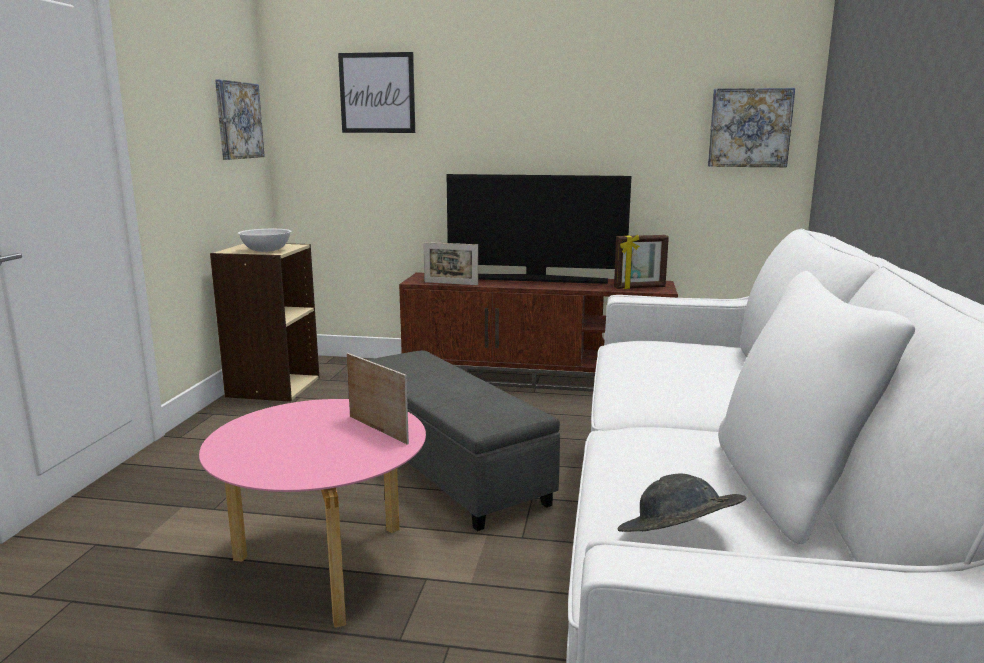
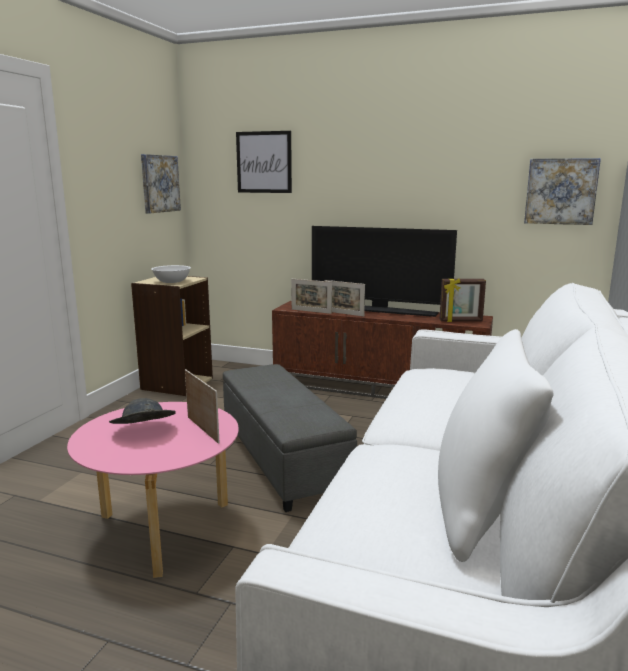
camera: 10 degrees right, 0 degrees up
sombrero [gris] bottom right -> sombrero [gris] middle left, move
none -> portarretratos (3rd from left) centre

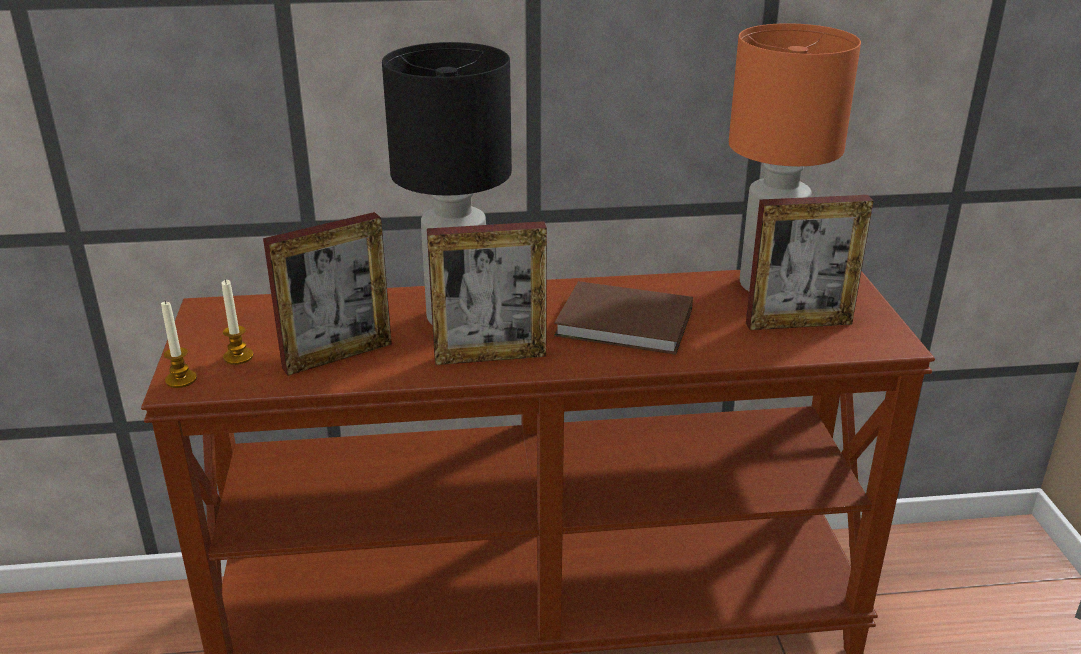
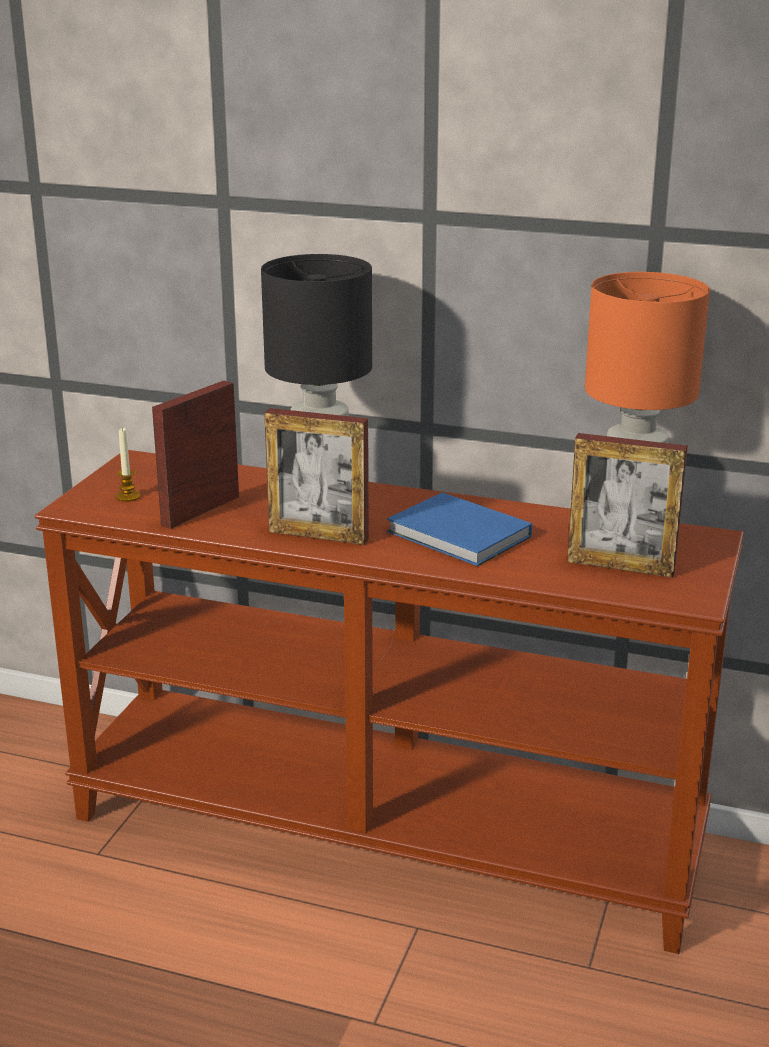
camera: 25 degrees right, 5 degrees down
portarretratos (1st from left) middle left, 135 degrees clockwise
libro [marrón] centre -> libro [azul] centre
vela (1st from left) middle left -> none

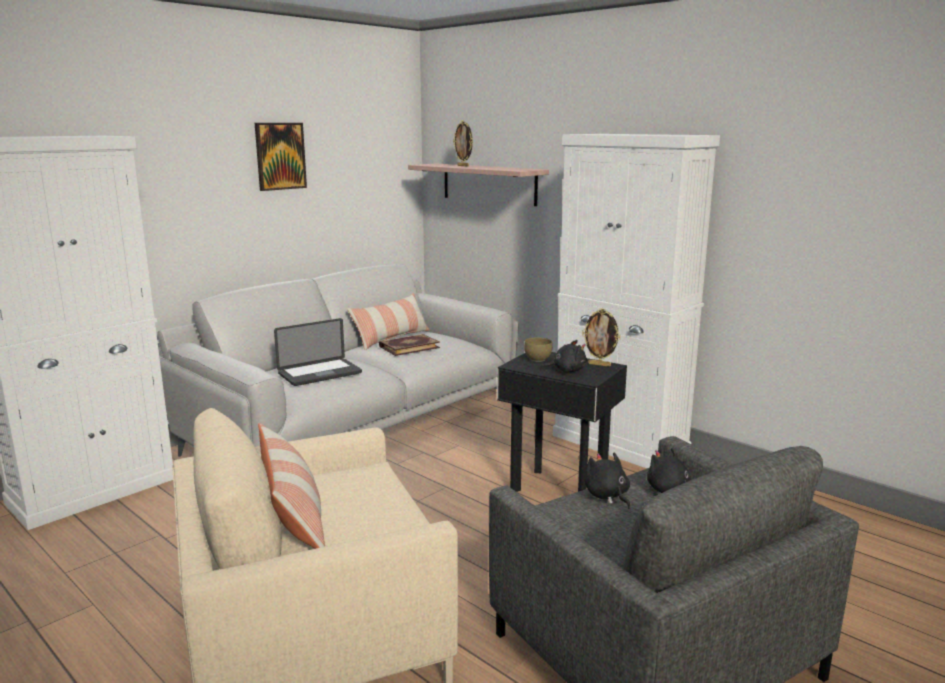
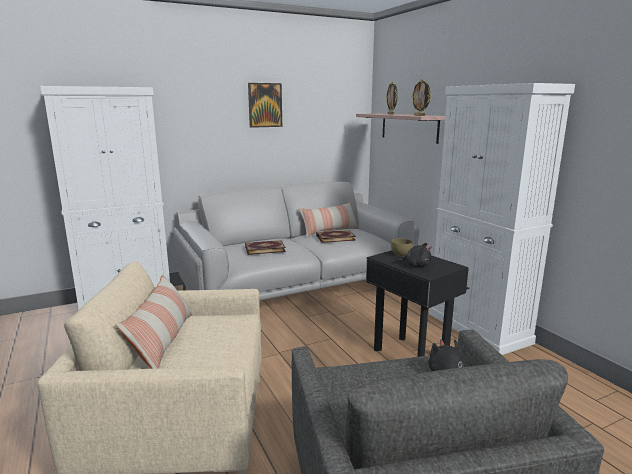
camera: 20 degrees right, 0 degrees up
portarretratos (2nd from left) centre -> portarretratos (2nd from left) top centre, move
portátil centre -> libro (1st from left) centre
peluche [negro] (2nd from left) bottom centre -> none

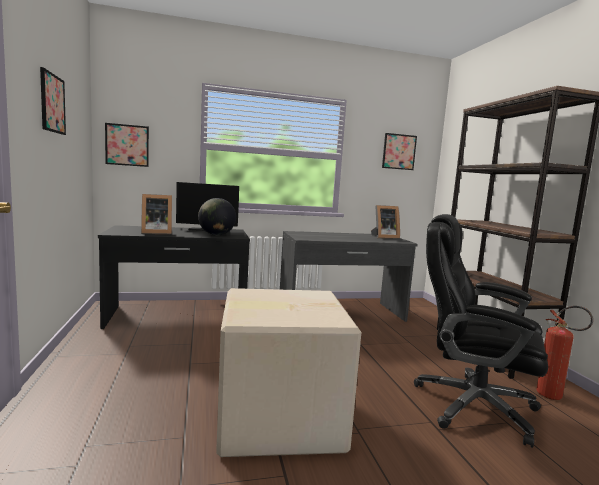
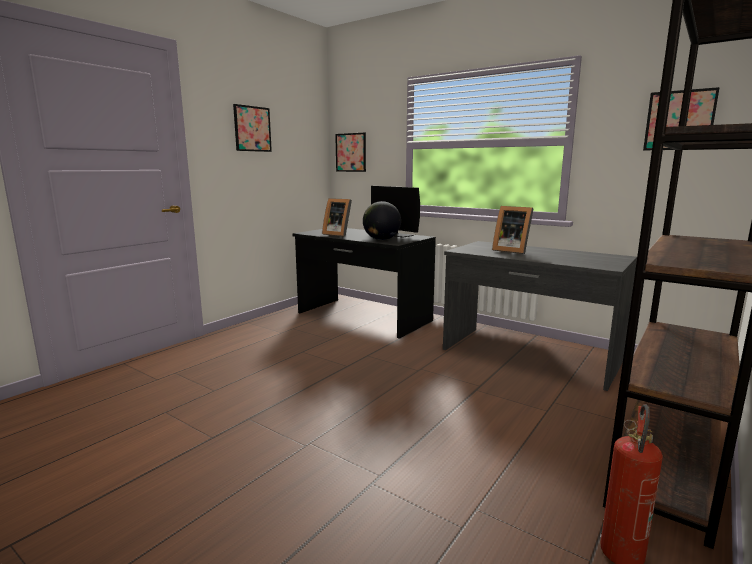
camera: 50 degrees right, 5 degrees up
portarretratos (2nd from left) centre -> portarretratos (2nd from left) middle right, move
silla de oficina [negro] bottom right -> none
caja de cartón bottom centre -> none

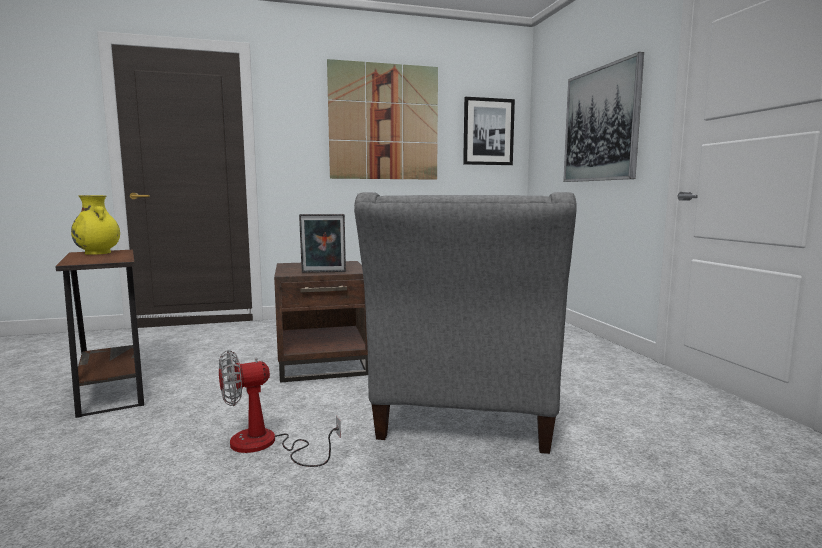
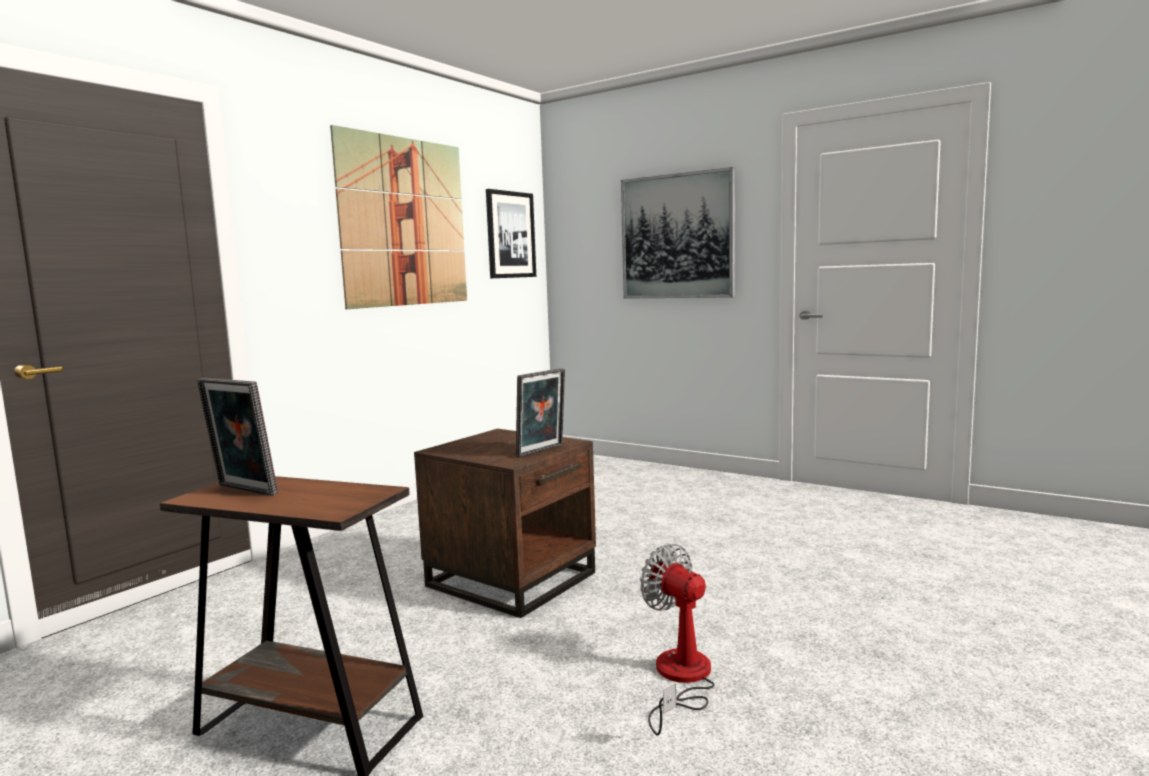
camera: 40 degrees left, 0 degrees up
sillón [gris] centre -> none
florero [amarillo] middle left -> portarretratos (1st from left) middle left
ventilador bottom centre, 120 degrees clockwise

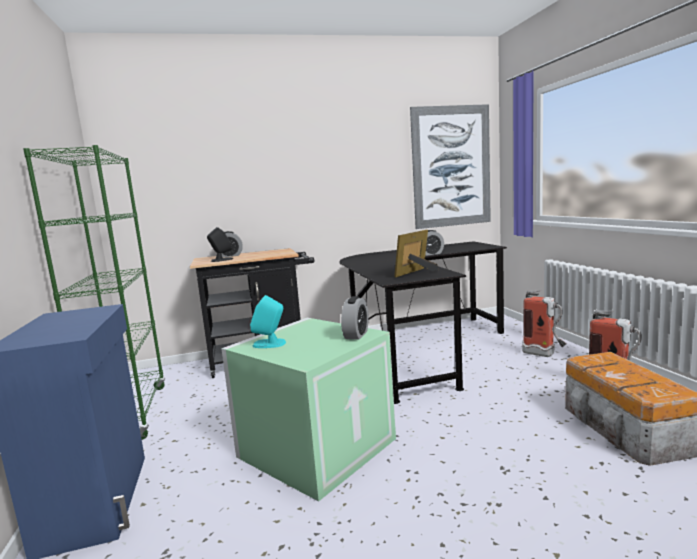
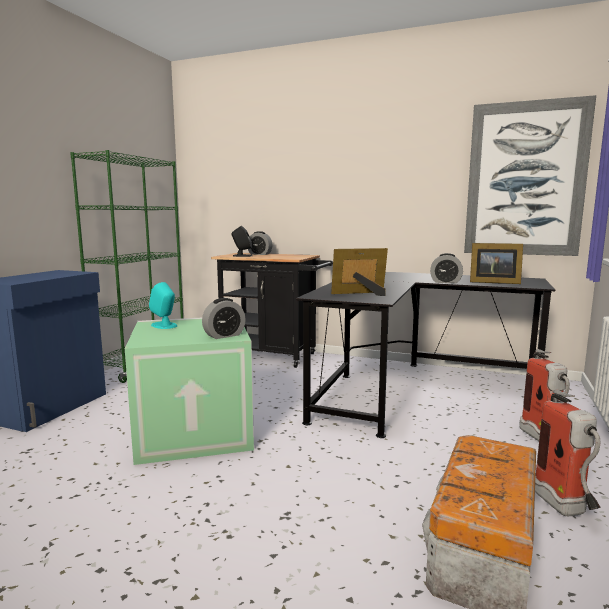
camera: 35 degrees right, 0 degrees up
none -> portarretratos (2nd from left) middle right

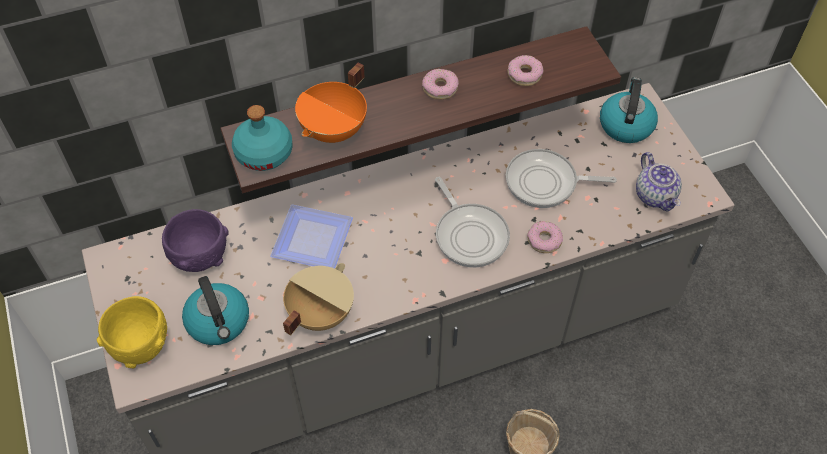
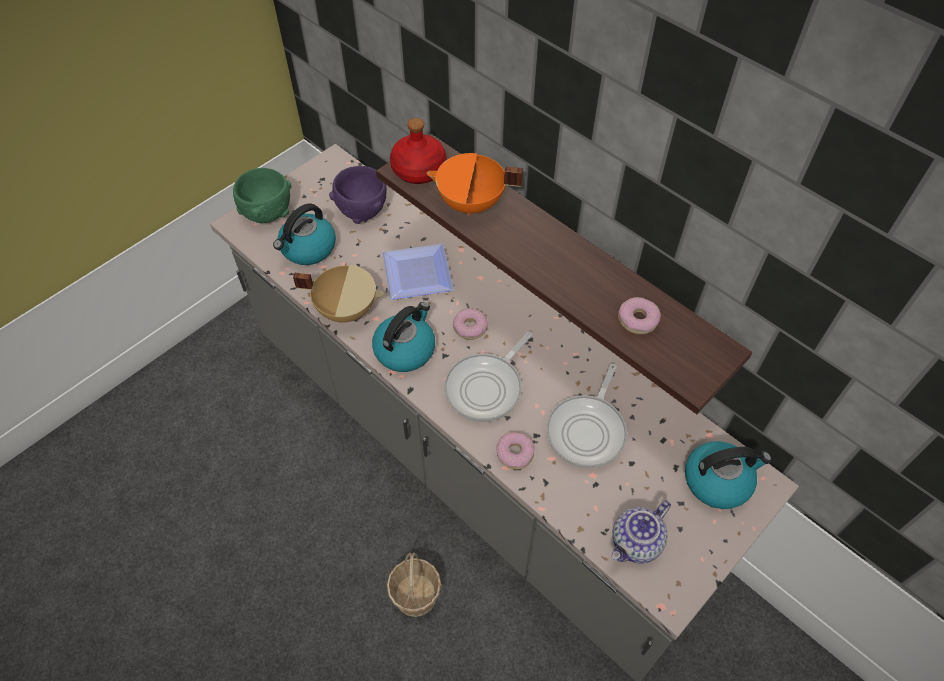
camera: 65 degrees right, 0 degrees up
rosquilla (1st from left) top centre -> rosquilla (1st from left) centre, move
botella [turquesa] top left -> botella [rojo] top centre
sartén (2nd from left) middle right -> sartén (2nd from left) centre, 135 degrees counterclockwise
cuenco [amarillo] bottom left -> cuenco [verde] top left
none -> hervidor (2nd from left) centre

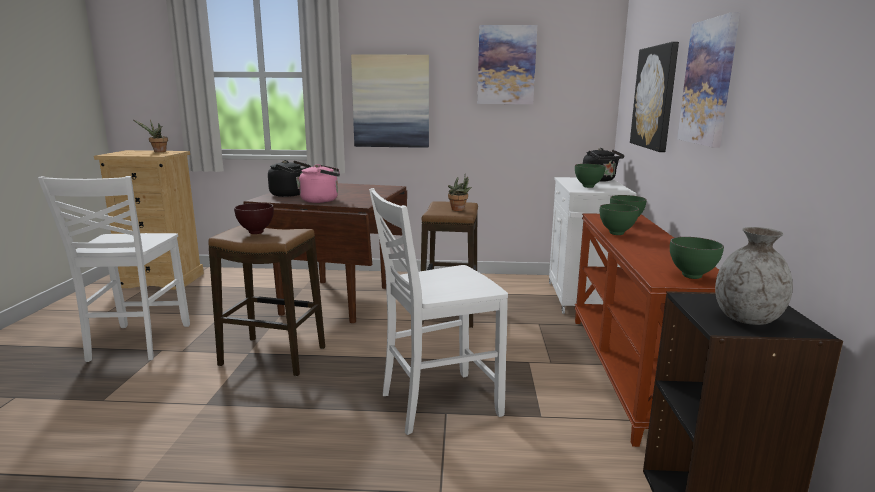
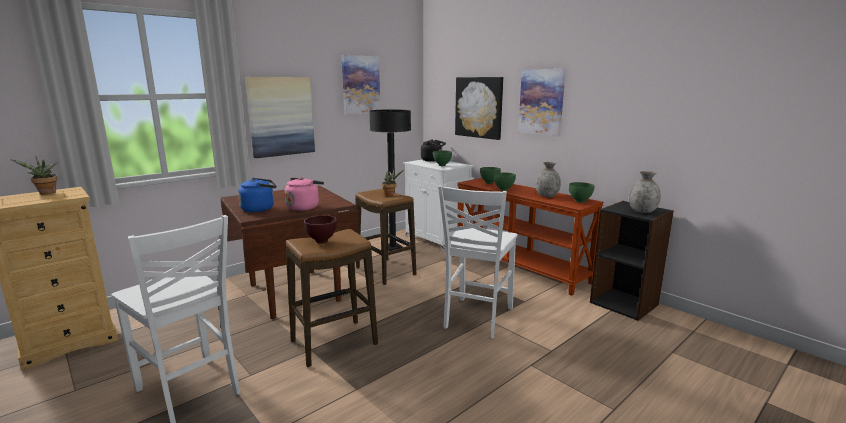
camera: 45 degrees left, 0 degrees up
hervidor [negro] (1st from left) middle left -> hervidor [azul] middle left
none -> lámpara de pie [negro] centre
none -> florero [gris] (1st from left) centre

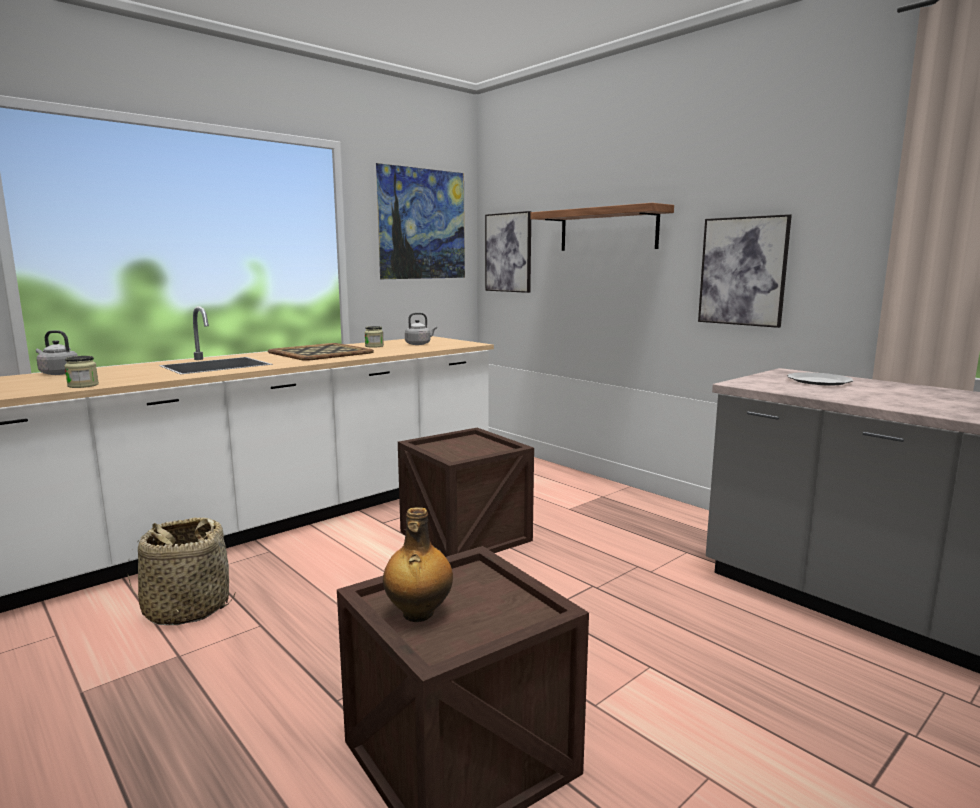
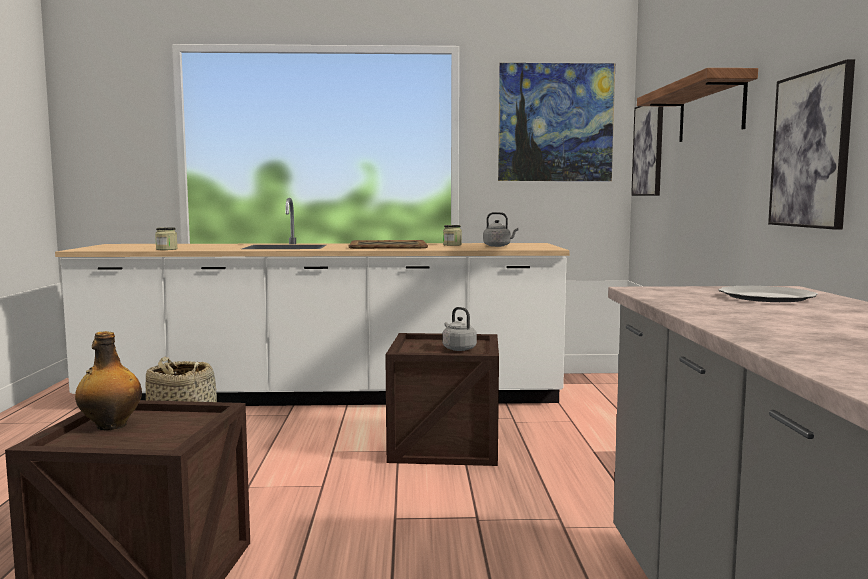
camera: 40 degrees right, 5 degrees down
hervidor [gris] (1st from left) middle left -> hervidor [gris] (1st from left) centre, move

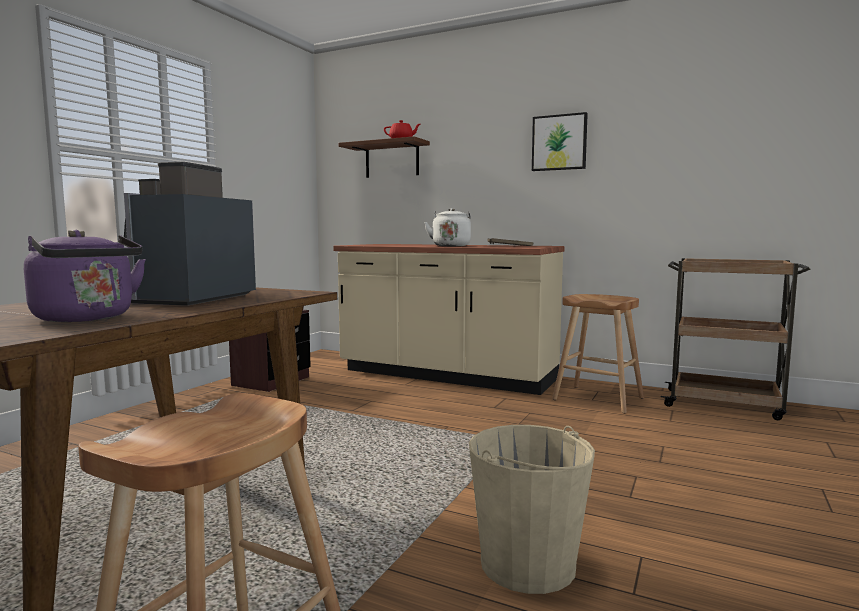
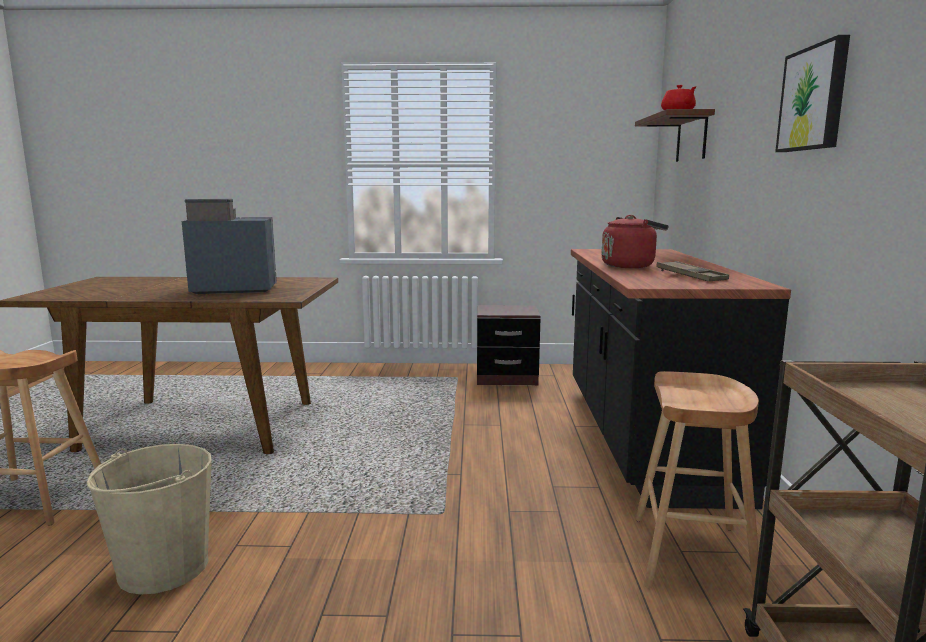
camera: 65 degrees right, 5 degrees up
hervidor [blanco] centre -> hervidor [rojo] middle right
hervidor [morado] middle left -> none
mueble bajo de cocina [beis] centre -> mueble bajo de cocina [negro] middle right

